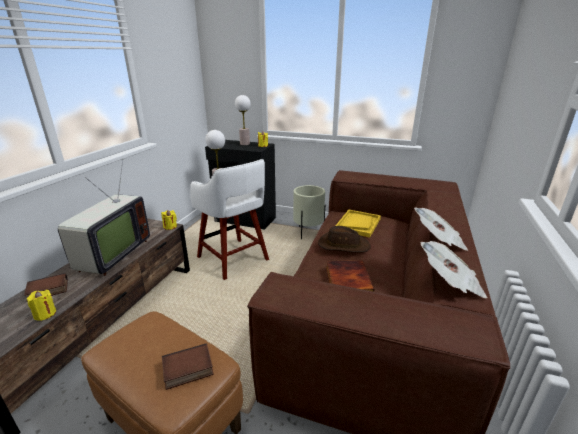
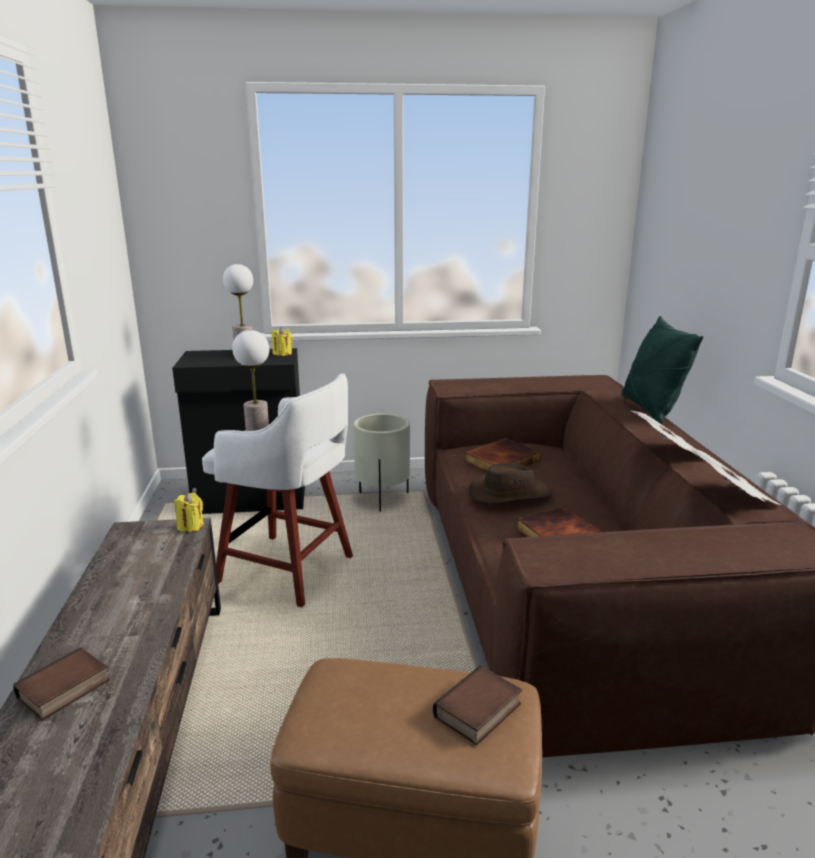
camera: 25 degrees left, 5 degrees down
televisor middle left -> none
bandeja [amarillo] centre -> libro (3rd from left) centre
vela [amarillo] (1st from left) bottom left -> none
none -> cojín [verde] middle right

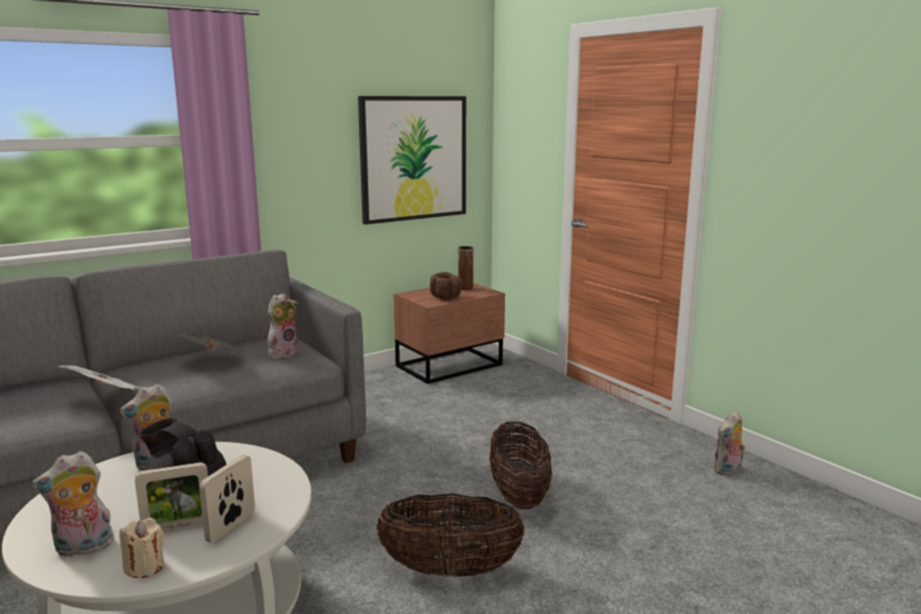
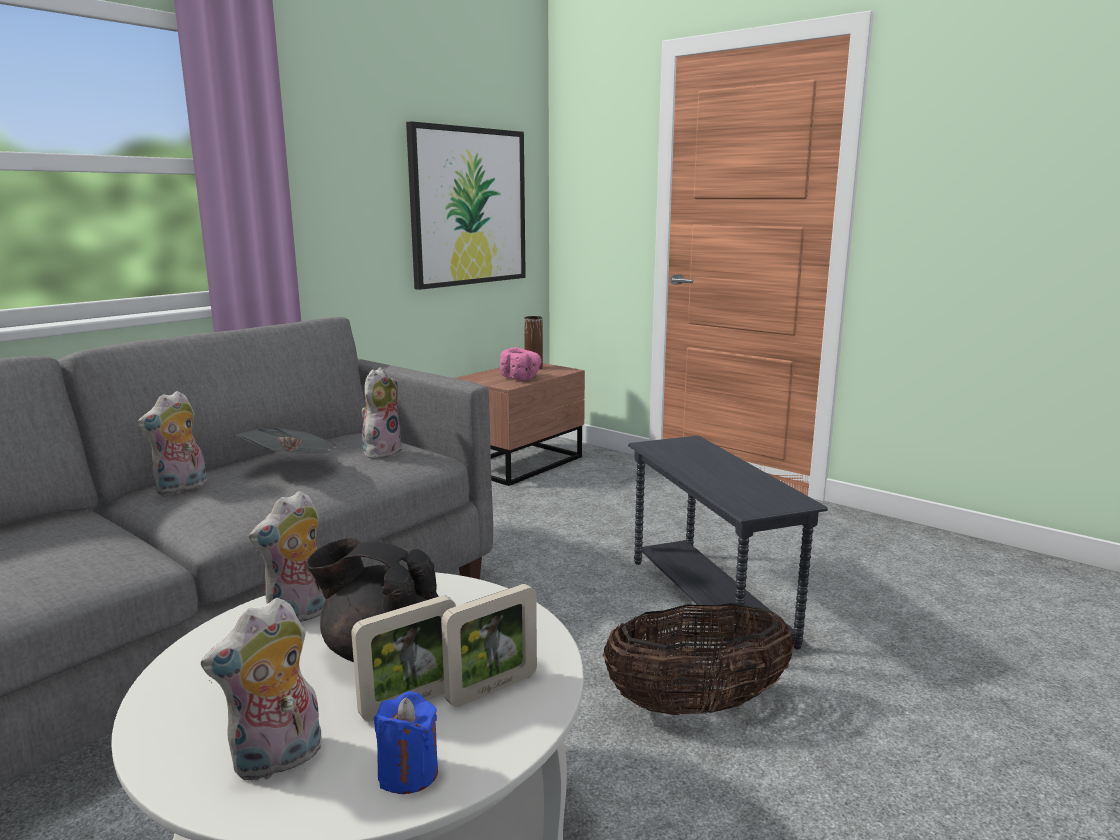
camera: 15 degrees left, 0 degrees up
cuenco [marrón] centre -> cuenco [rosa] centre
periódico (1st from left) middle left -> none
peluche (4th from left in the first image) bottom right -> peluche (1st from left) middle left, move
cesta (2nd from left) bottom centre -> mesa auxiliar [gris] centre
portarretratos (2nd from left) bottom left -> portarretratos (2nd from left) bottom centre, 135 degrees counterclockwise
vela [beis] bottom left -> vela [azul] bottom centre

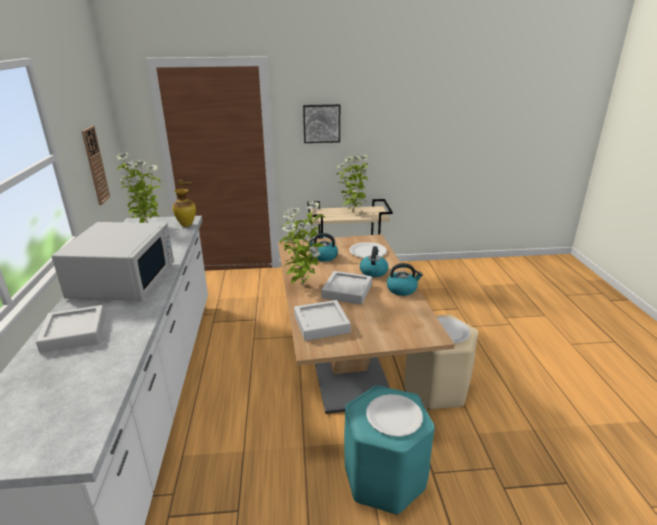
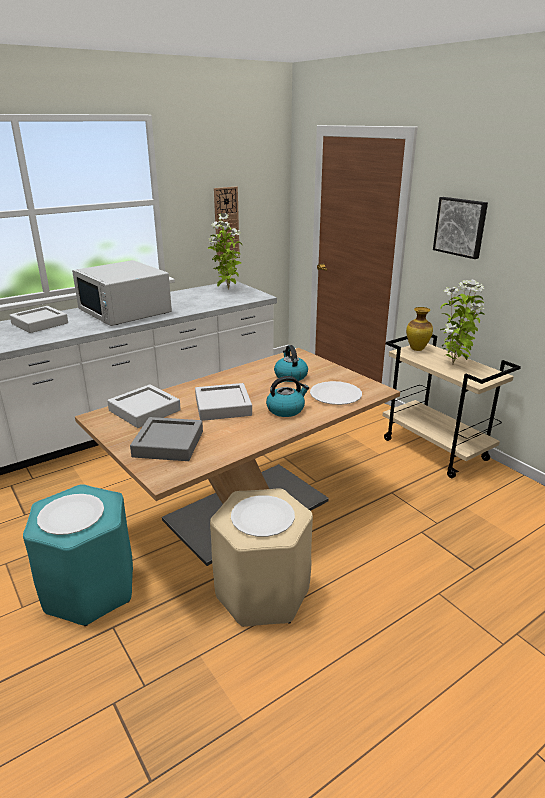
camera: 60 degrees right, 0 degrees up
florero middle left -> florero middle right, move
planta en maceta (2nd from left) centre -> none
microondas [blanco] middle left, 75 degrees clockwise
hervidor (3rd from left) centre -> none
none -> bandeja [gris] (3rd from left) middle left

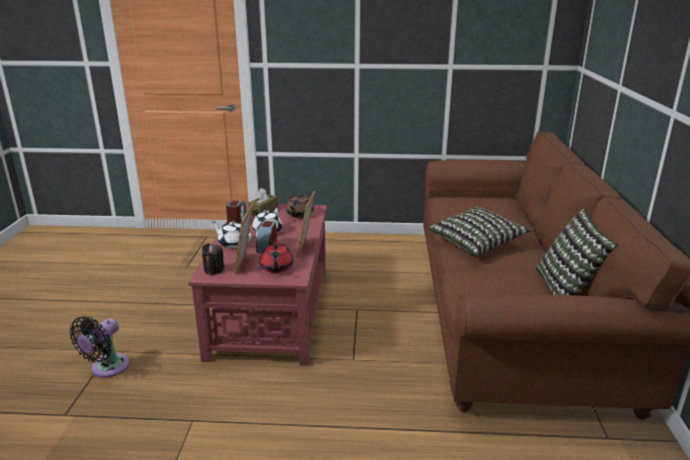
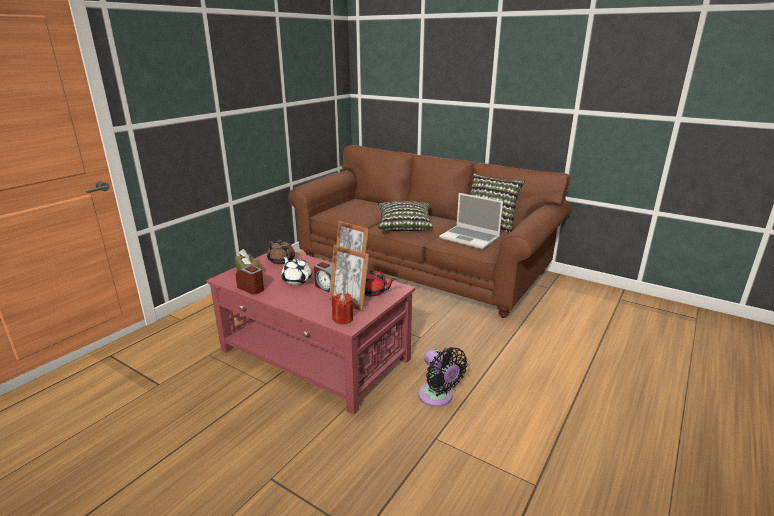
camera: 60 degrees left, 0 degrees up
tetera [blanco] (1st from left) centre -> none
vela [negro] middle left -> vela [rojo] centre
ventilador [negro] bottom left -> ventilador [negro] bottom centre, move
none -> portátil centre

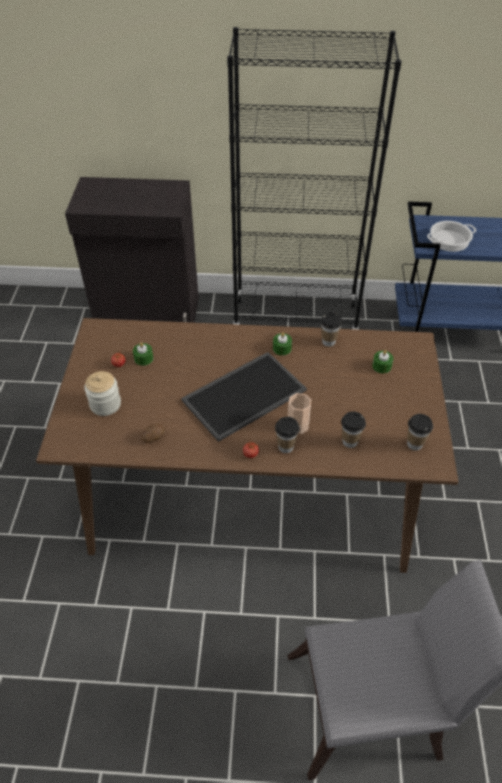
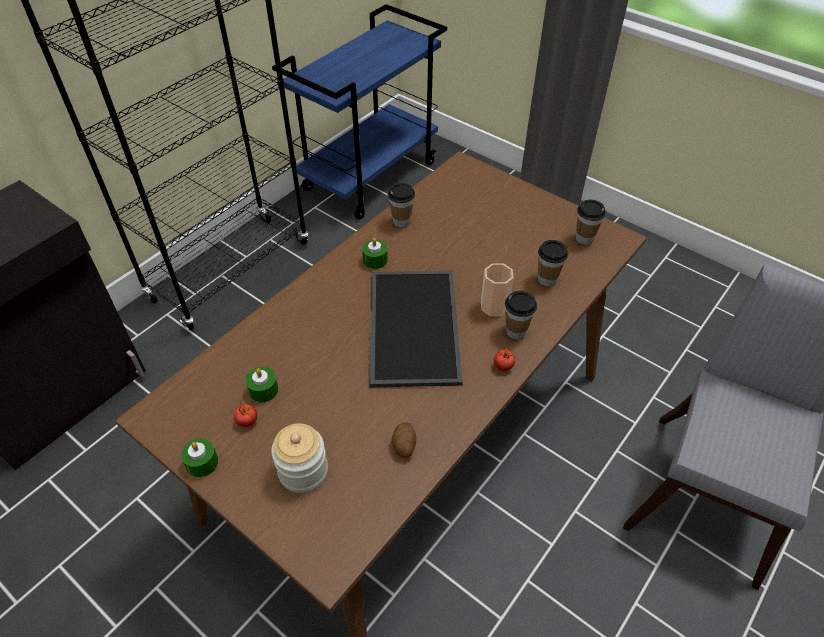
camera: 55 degrees left, 0 degrees up
olla top right -> none
vela [verde] (3rd from left in the first image) middle right -> vela [verde] (1st from left) bottom left, move

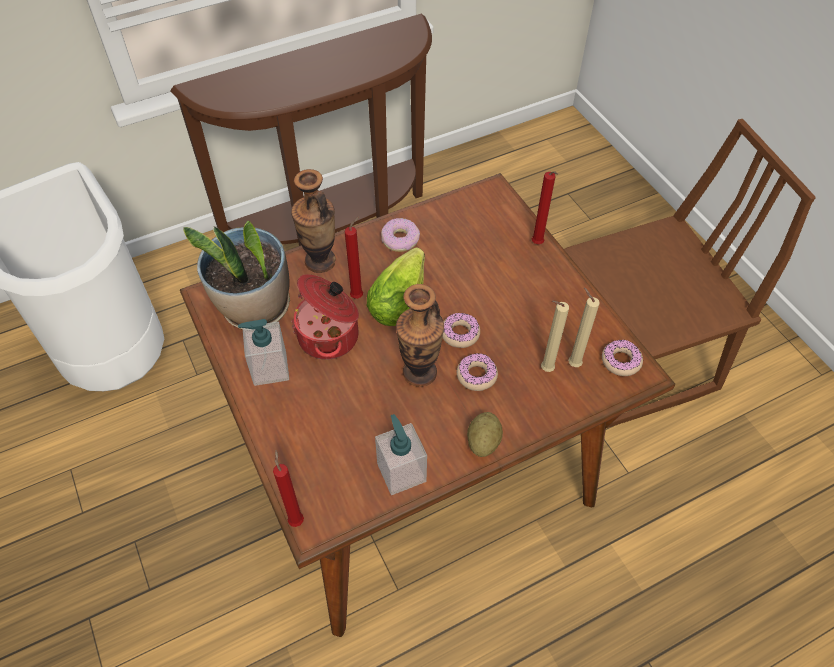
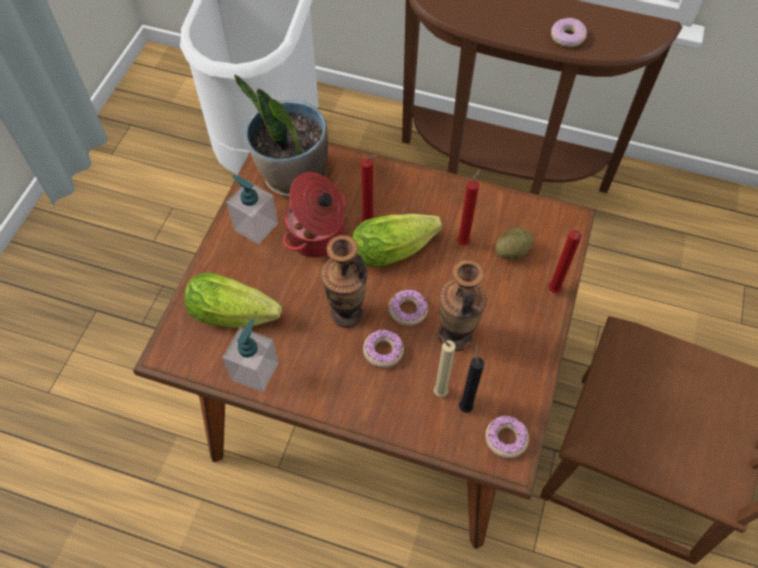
camera: 45 degrees right, 5 degrees up
florero (1st from left in the first image) top centre -> florero (2nd from left) centre, move
rosquilla (1st from left in the first image) centre -> rosquilla (4th from left) top right, move
vela [beis] (2nd from left) middle right -> vela [negro] centre
patata centre -> patata middle right, move
vela [rojo] (1st from left in the first image) bottom centre -> vela [rojo] (2nd from left) centre, move
none -> lechuga (1st from left) middle left

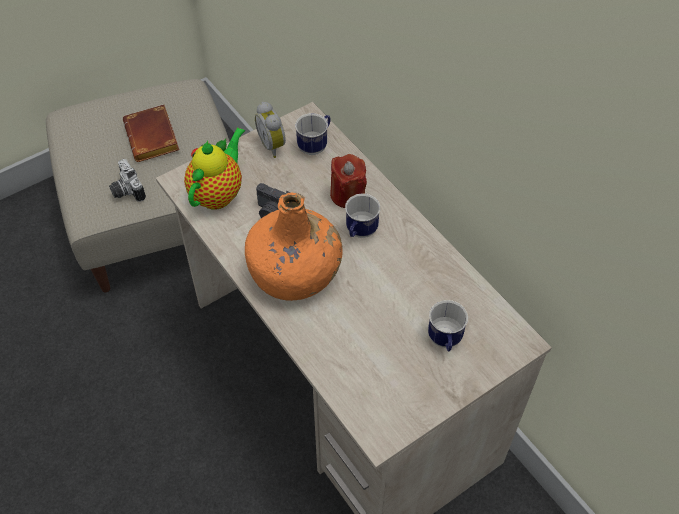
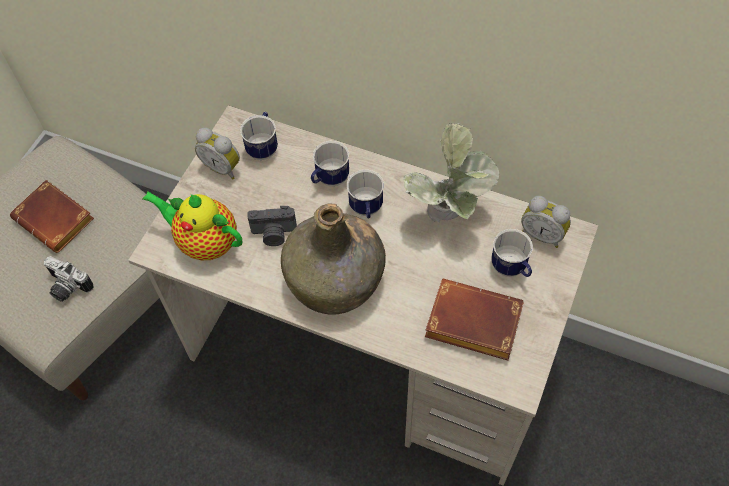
camera: 30 degrees left, 5 degrees up
tetera top left -> tetera middle left, 60 degrees counterclockwise
vela [rojo] centre -> taza grande (2nd from left) centre
botella [naranja] centre -> botella [verde] centre
none -> planta en maceta centre
none -> despertador (2nd from left) middle right
none -> libro [marrón] (2nd from left) centre

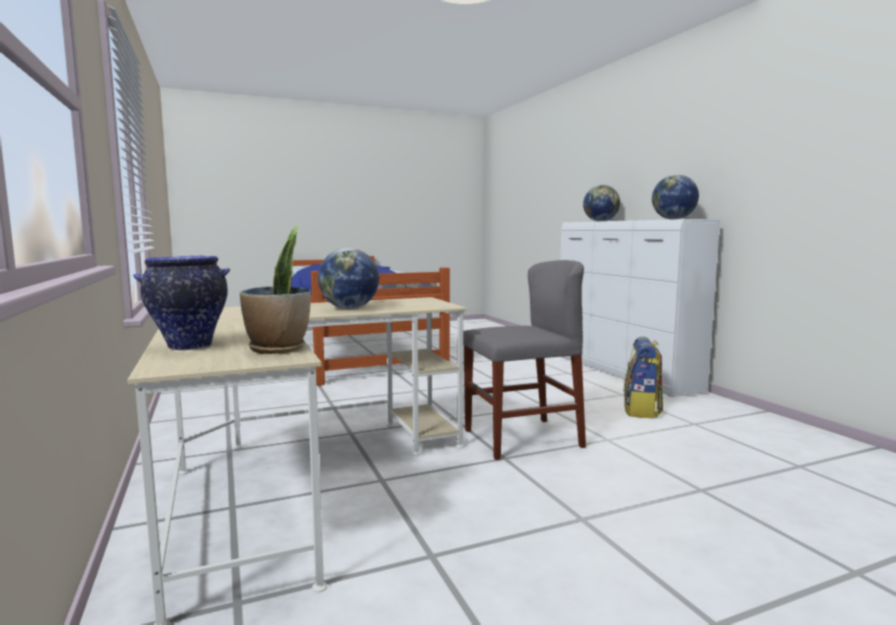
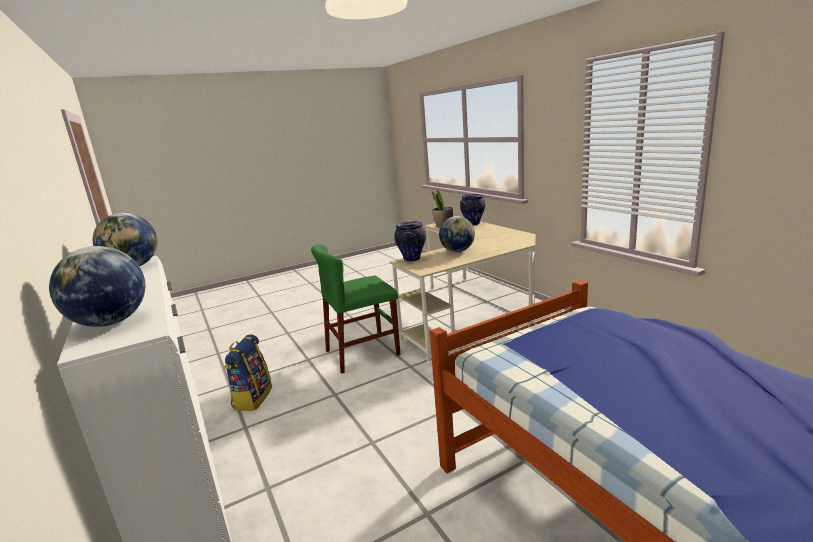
camera: 175 degrees right, 10 degrees up
silla [gris] centre -> silla [verde] centre
none -> florero (1st from left) centre

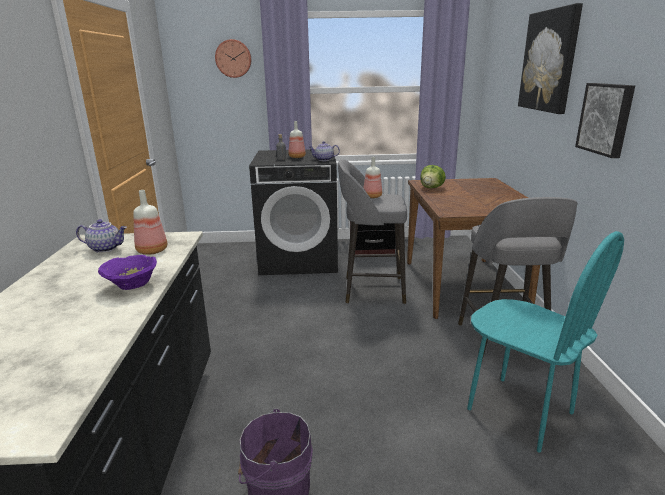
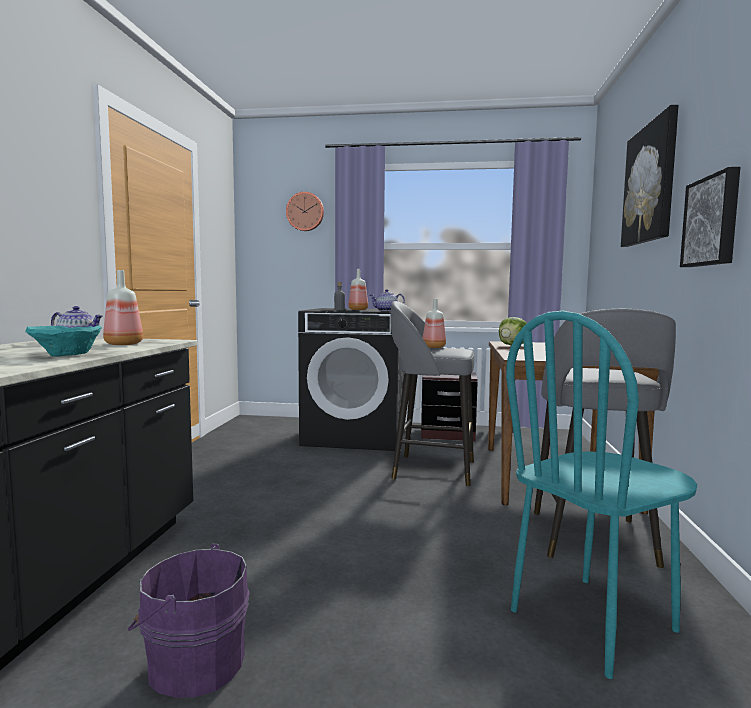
camera: 10 degrees right, 15 degrees down
silla [turquesa] bottom right, 90 degrees clockwise
cuenco [morado] middle left -> cuenco [turquesa] middle left

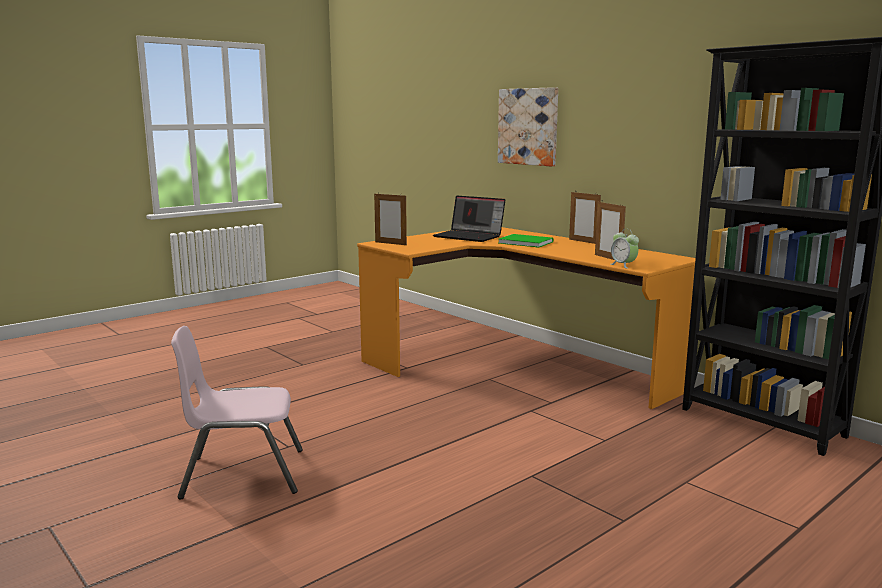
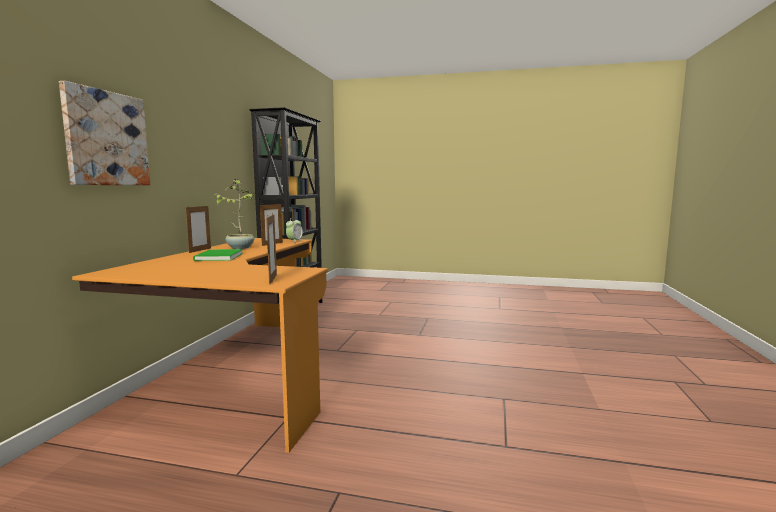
camera: 125 degrees left, 5 degrees down
portátil centre -> none
silla [rosa] bottom left -> none
none -> planta en maceta middle left

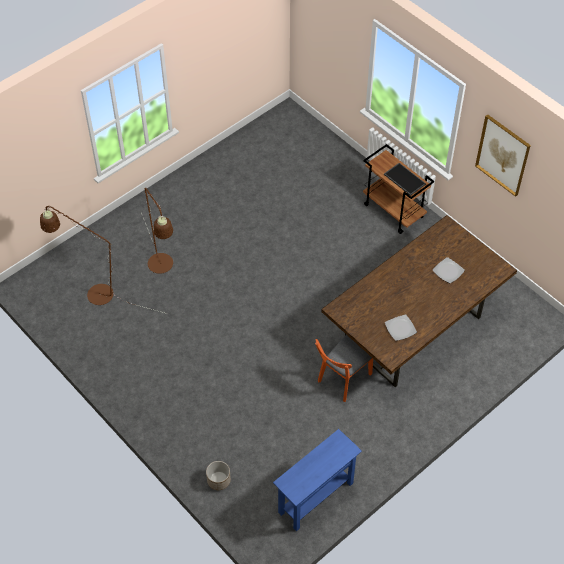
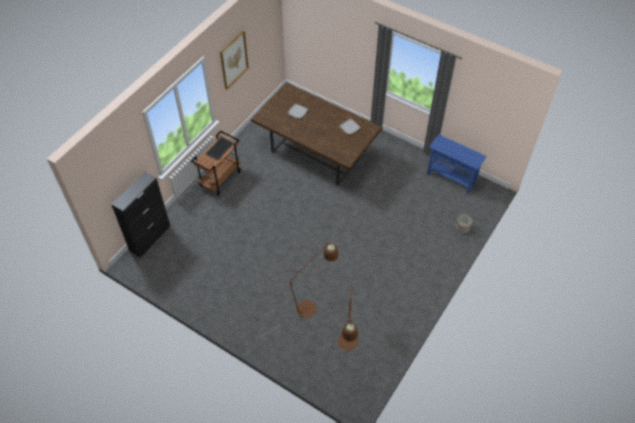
camera: 105 degrees left, 0 degrees up
silla [naranja] centre -> none
none -> armario [negro] middle left

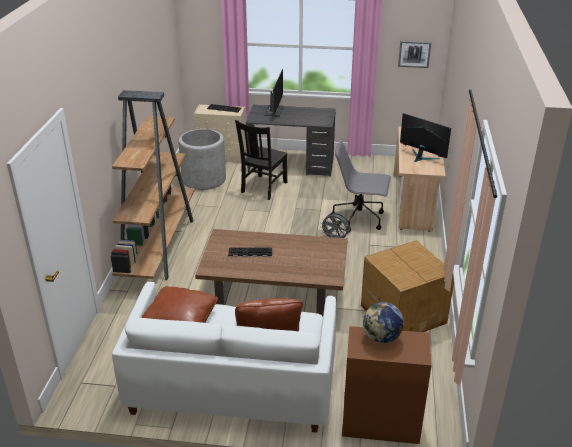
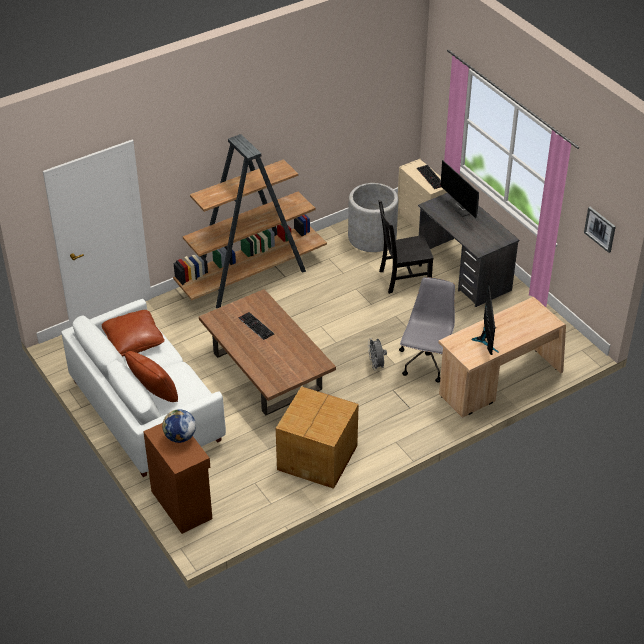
camera: 50 degrees right, 10 degrees up
monitor (1st from left) top centre -> monitor (1st from left) top right, 90 degrees clockwise
silla de oficina [gris] centre, 45 degrees clockwise

